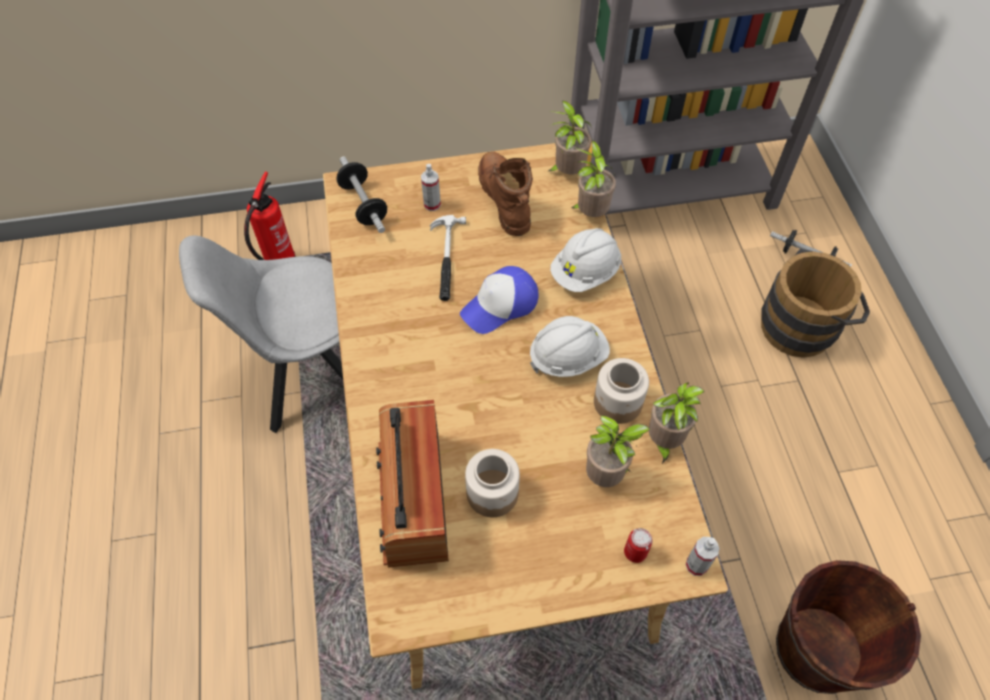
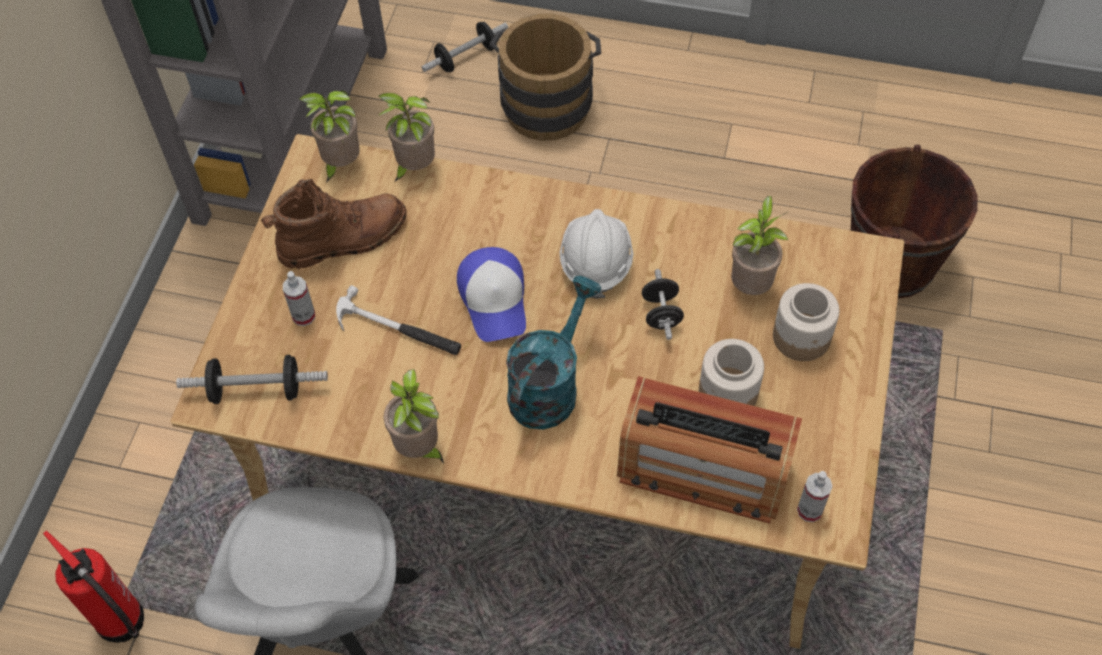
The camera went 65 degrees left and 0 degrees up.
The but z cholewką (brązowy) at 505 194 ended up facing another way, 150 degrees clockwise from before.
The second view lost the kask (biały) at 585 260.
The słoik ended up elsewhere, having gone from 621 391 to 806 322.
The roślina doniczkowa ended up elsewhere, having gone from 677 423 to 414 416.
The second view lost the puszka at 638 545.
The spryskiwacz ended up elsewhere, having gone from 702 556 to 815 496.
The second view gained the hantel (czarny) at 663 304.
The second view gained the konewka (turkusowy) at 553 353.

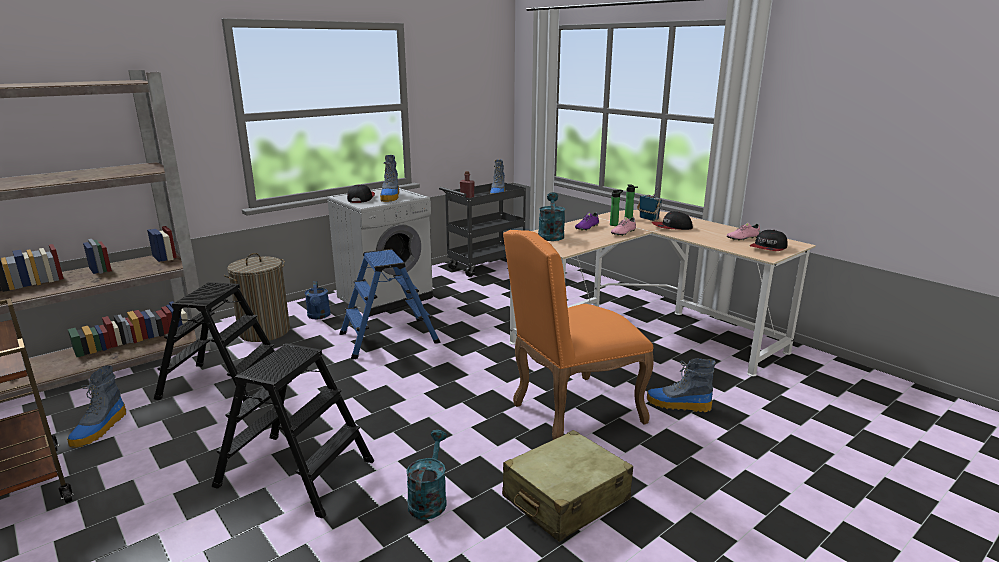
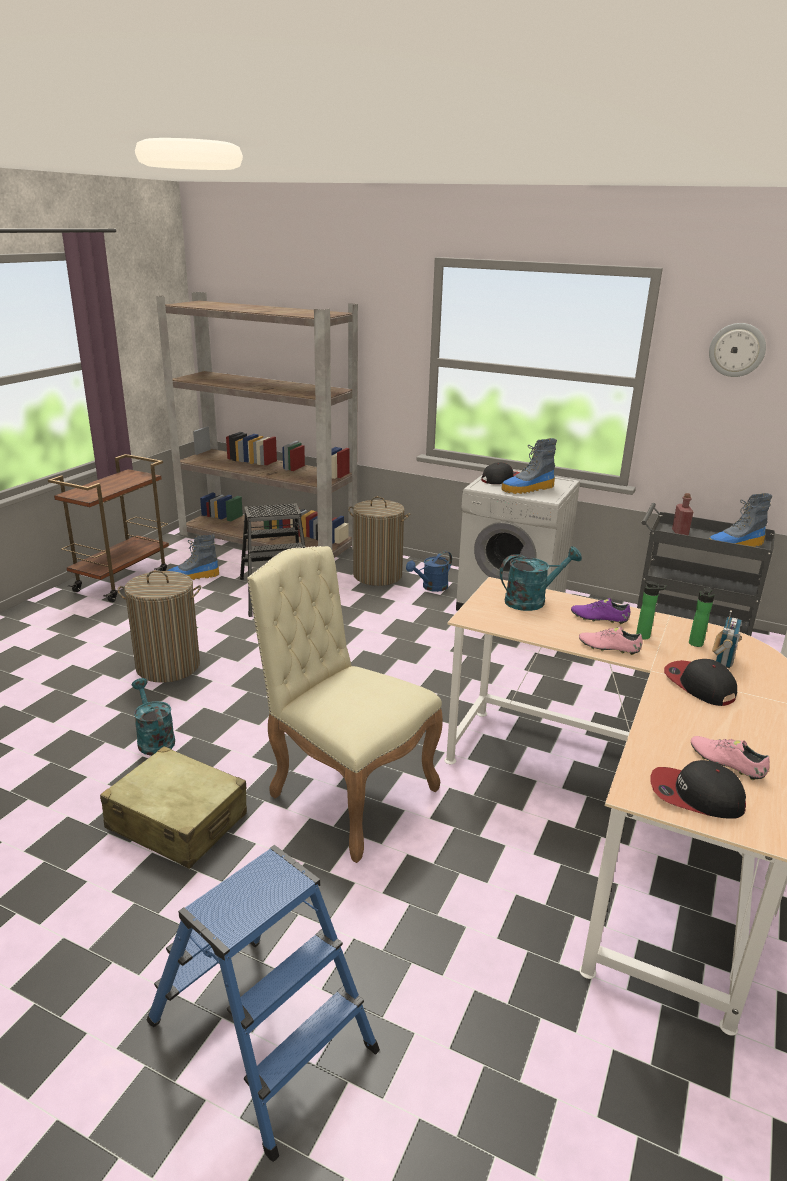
The camera went 65 degrees right and 5 degrees up.
What was the krzesło (pomarańczowy) at 578 335 turned into the krzesło (beżowy) at 345 704.
The drabinka (niebieski) ended up elsewhere, having gone from 390 304 to 263 1003.
Where the drabinka (czarny) stood at 293 430, the kosz na pranie came to stand at 159 626.
The second view lost the but z cholewką at 681 385.
The konewka (turkusowy) at 426 475 ended up facing another way, 105 degrees counterclockwise from before.
The second view gained the zegar ścienny at 737 350.

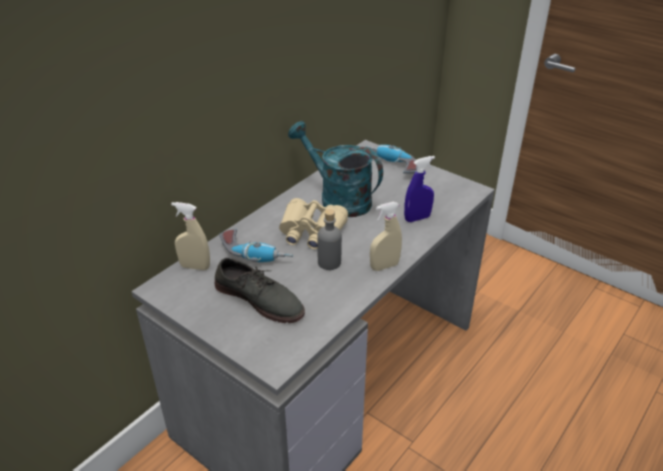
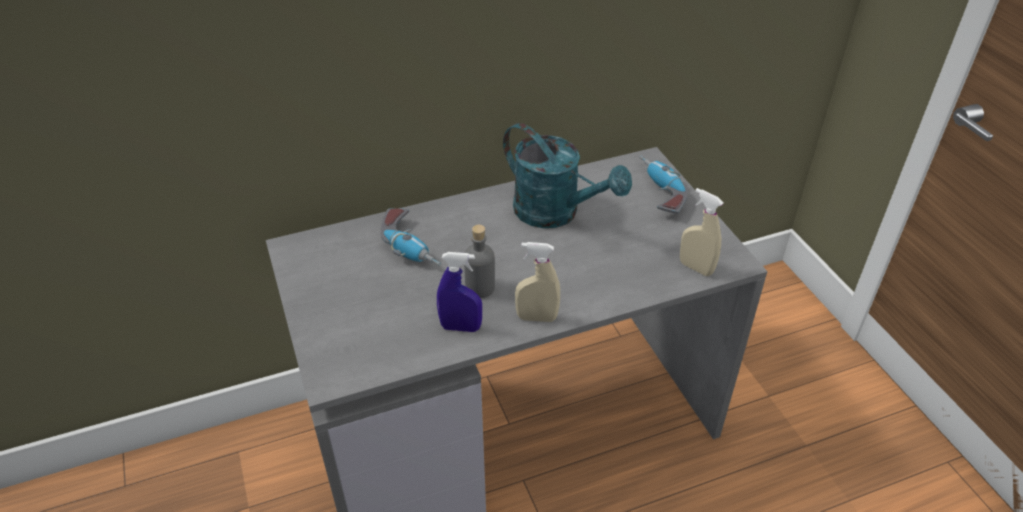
The camera went 30 degrees right and 5 degrees up.
The konewka (turkusowy) at 335 169 ended up facing another way, 150 degrees clockwise from before.
The spryskiwacz (niebieski) ended up elsewhere, having gone from 419 189 to 459 292.
The second view lost the lornetka (beżowy) at 313 223.
The spryskiwacz (beżowy) ended up elsewhere, having gone from 190 236 to 701 232.
The second view lost the but (szary) at 260 290.

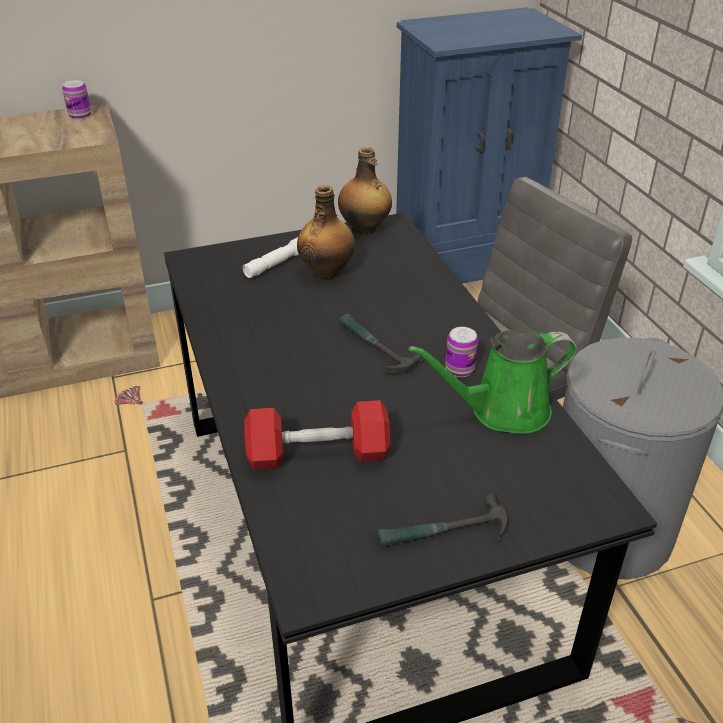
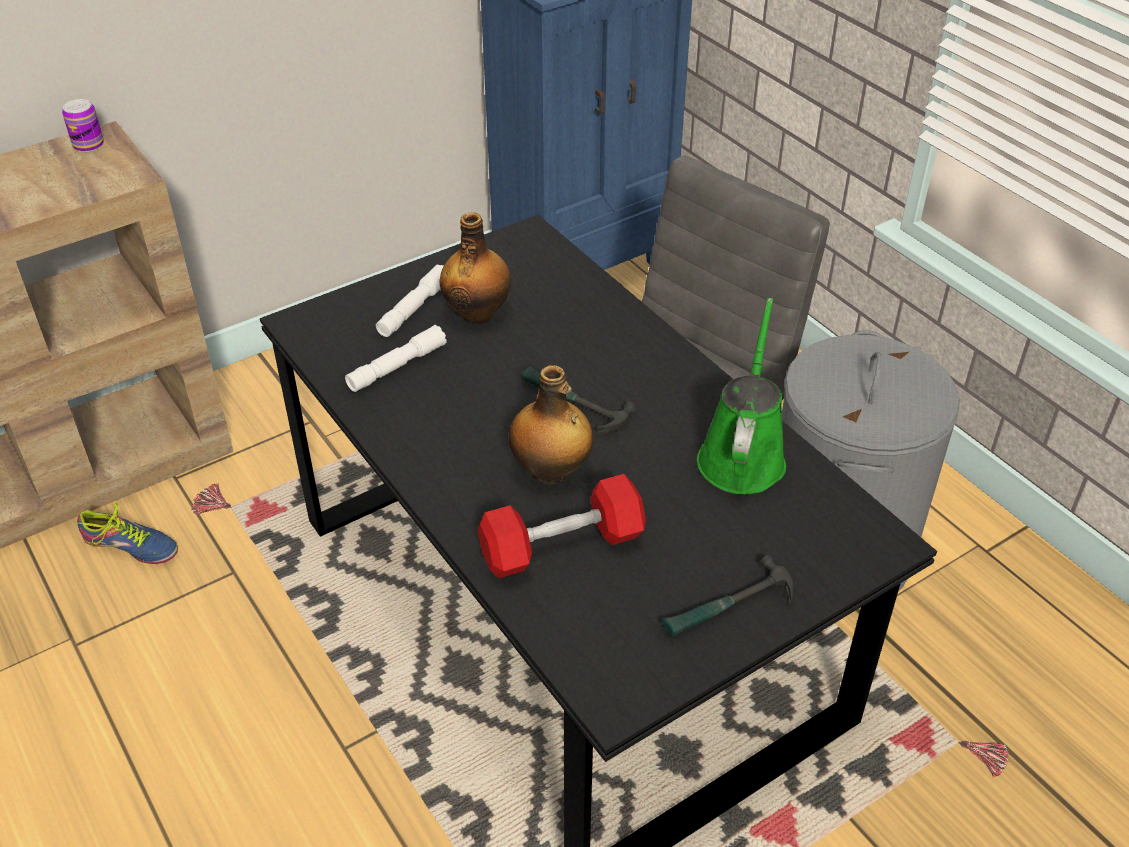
The camera went 15 degrees left and 5 degrees up.
The butelka ended up elsewhere, having gone from 365 191 to 551 424.
The second view lost the puszka at 461 352.
The konewka (zielony) at 492 381 ended up facing another way, 135 degrees clockwise from before.
The second view gained the latarka (biały) at 396 358.
The second view gained the but at 126 533.

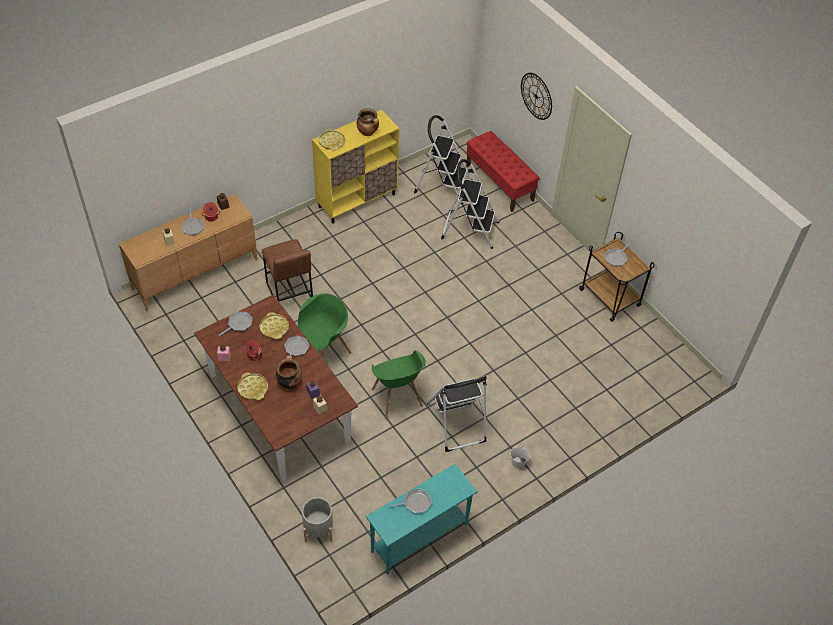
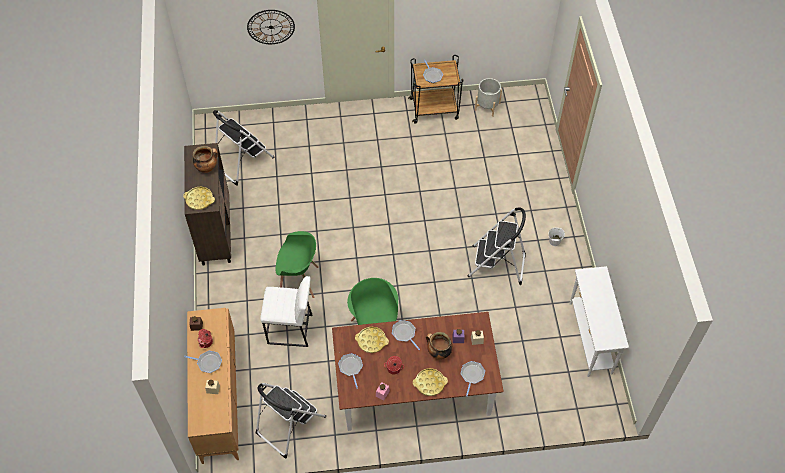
The camera went 60 degrees left and 5 degrees up.
What was the szafka (żółty) at 355 167 turned into the szafka (brązowy) at 207 204.
The second view lost the ławka (czerwony) at 503 171.
The drabinka ended up elsewhere, having gone from 470 204 to 291 421.
What was the krzesło (brązowy) at 287 270 turned into the krzesło (biały) at 286 311.
The krzesło (zielony) ended up elsewhere, having gone from 399 384 to 297 264.
What was the stolik konsolowy (turkusowy) at 422 519 turned into the stolik konsolowy (biały) at 599 321.
The patelnia ended up elsewhere, having gone from 410 501 to 473 379.
The donica (szary) ended up elsewhere, having gone from 317 520 to 488 97.

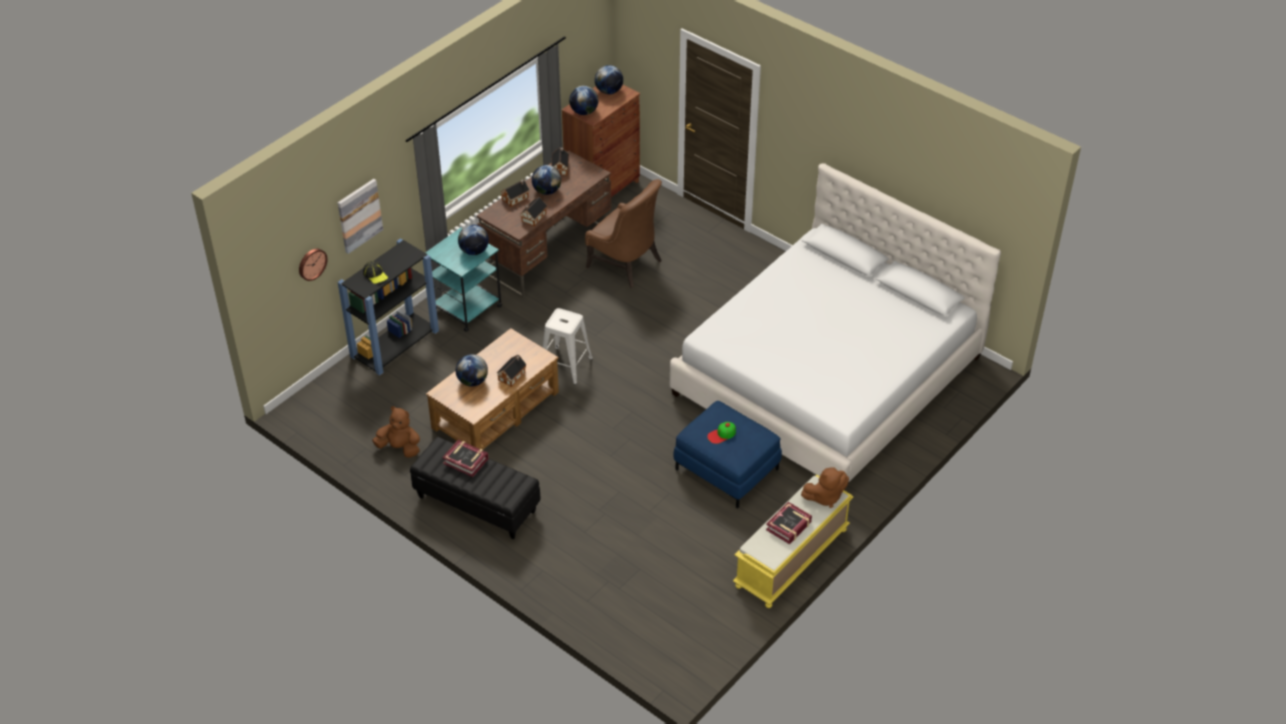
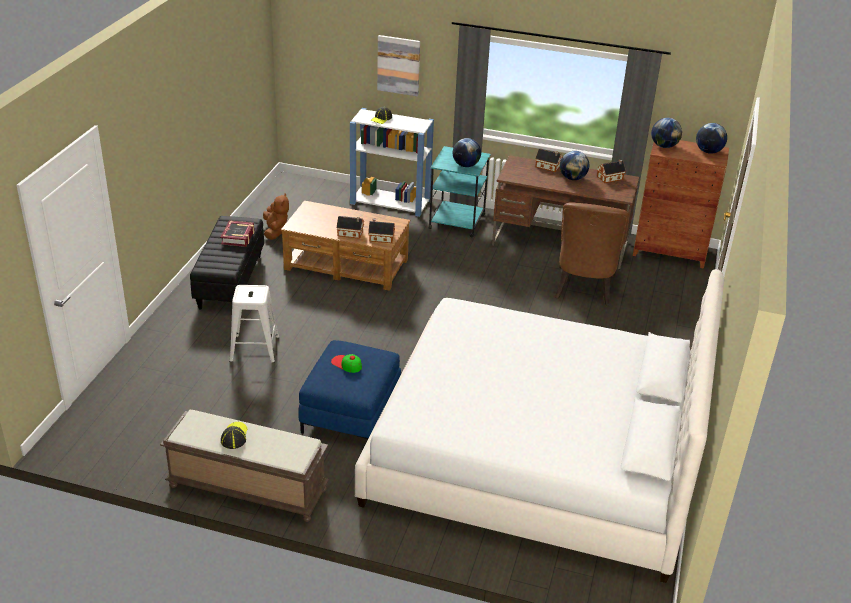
The camera went 65 degrees right and 10 degrees down.
The domek ended up elsewhere, having gone from 533 211 to 381 230.
What was the regał (czarny) at 388 307 turned into the regał (biały) at 392 162.
The second view lost the zegar ścienny at 313 265.
The stołek (biały) ended up elsewhere, having gone from 568 346 to 254 324.
The second view lost the globus at 472 370.
The second view lost the pluszak (brązowy) at 825 487.
What was the ławka (żółty) at 793 541 turned into the ławka (brązowy) at 244 466.
Where the książka stood at 789 523, the czapka z daszkiem came to stand at 234 435.

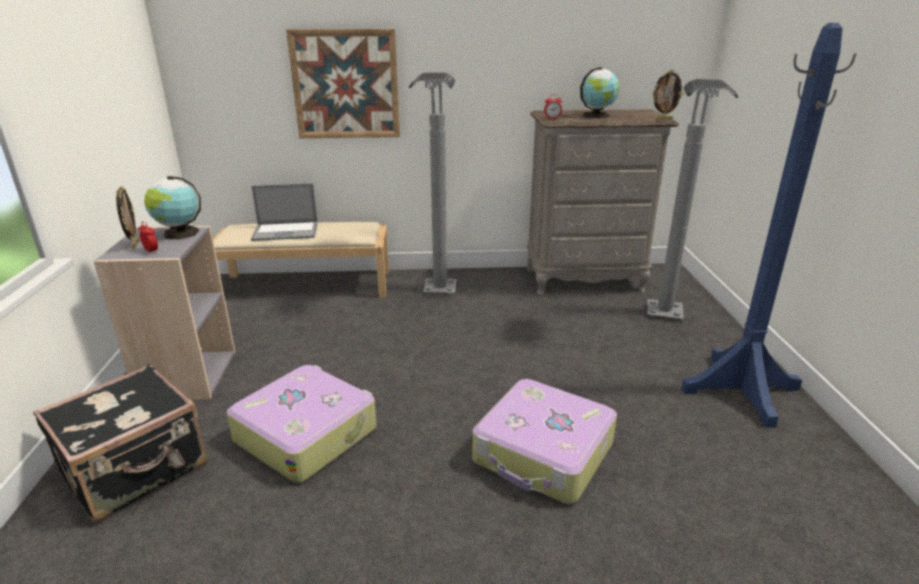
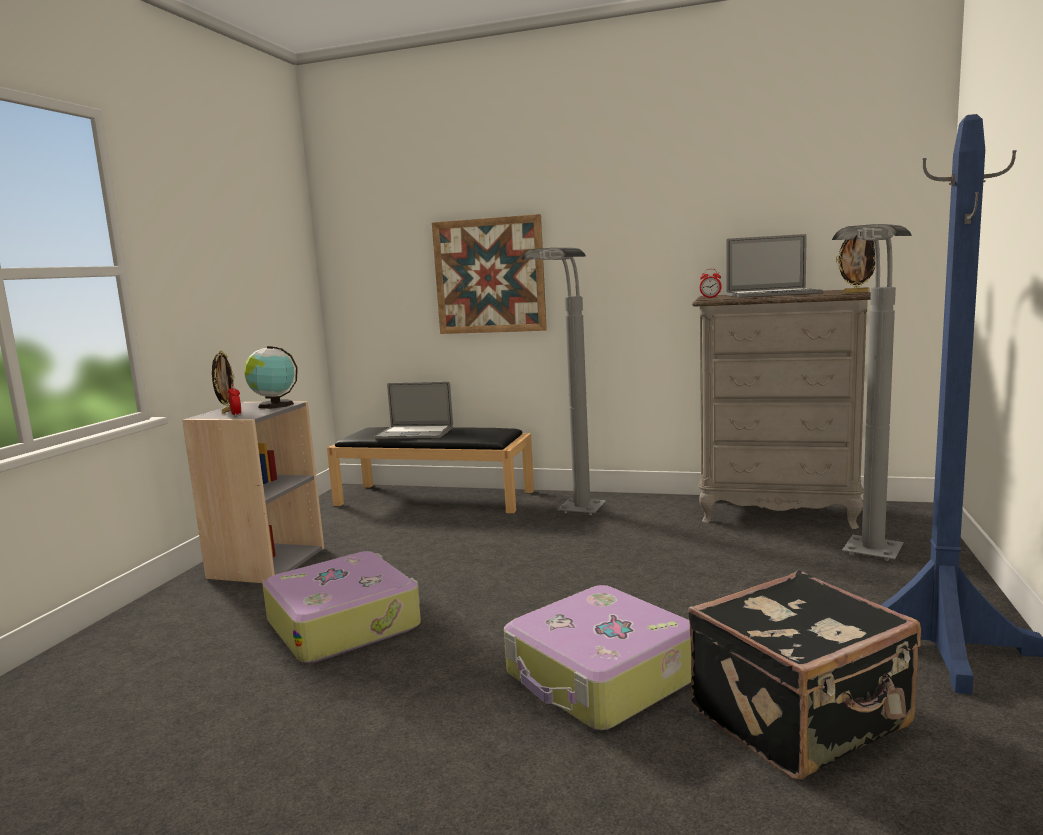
The camera went 20 degrees right and 15 degrees down.
Where the globus stood at 600 92, the laptop came to stand at 774 266.
What was the ławka (beżowy) at 301 260 turned into the ławka (czarny) at 430 470.
The walizka (czarny) ended up elsewhere, having gone from 120 443 to 804 674.

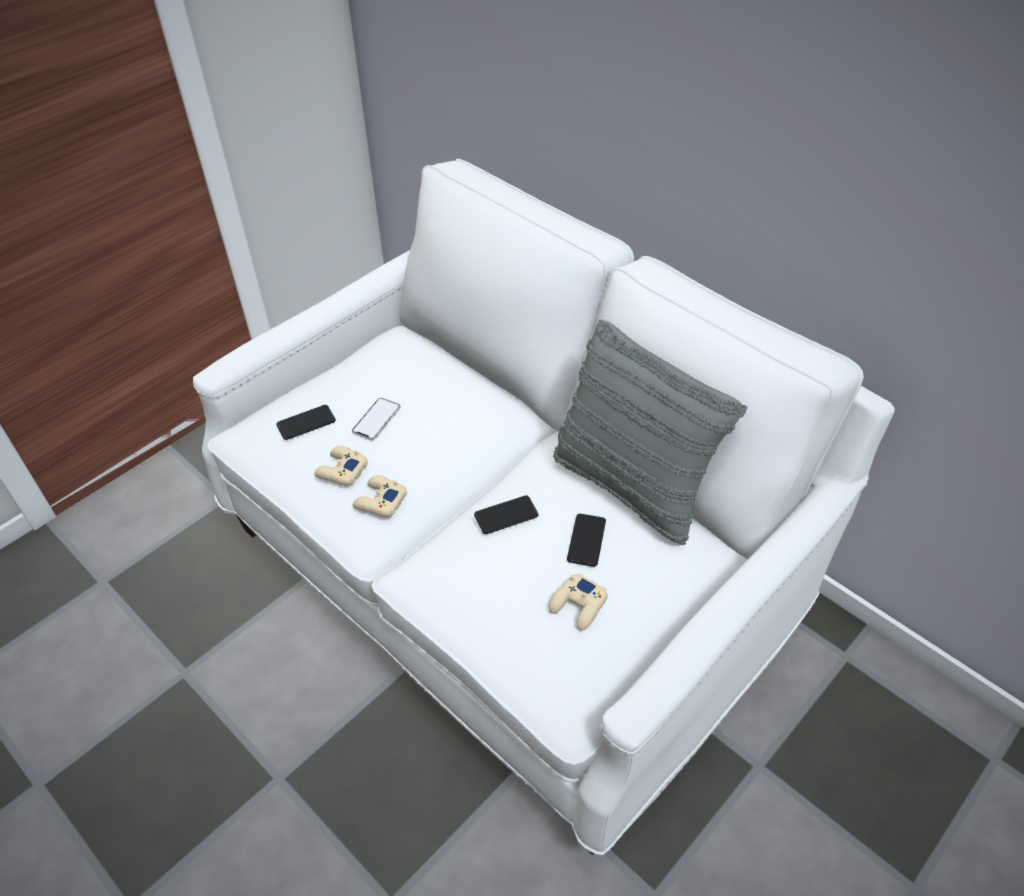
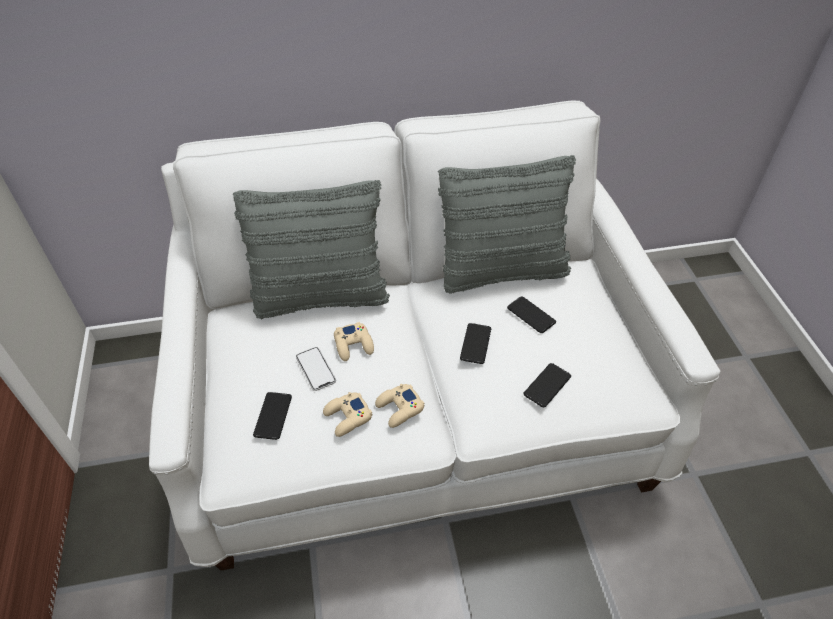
The camera went 55 degrees left and 0 degrees up.
The pad do gier (beżowy) ended up elsewhere, having gone from 578 601 to 354 341.
The second view gained the poduszka (szary) at 311 250.
The second view gained the telefon at 547 385.

